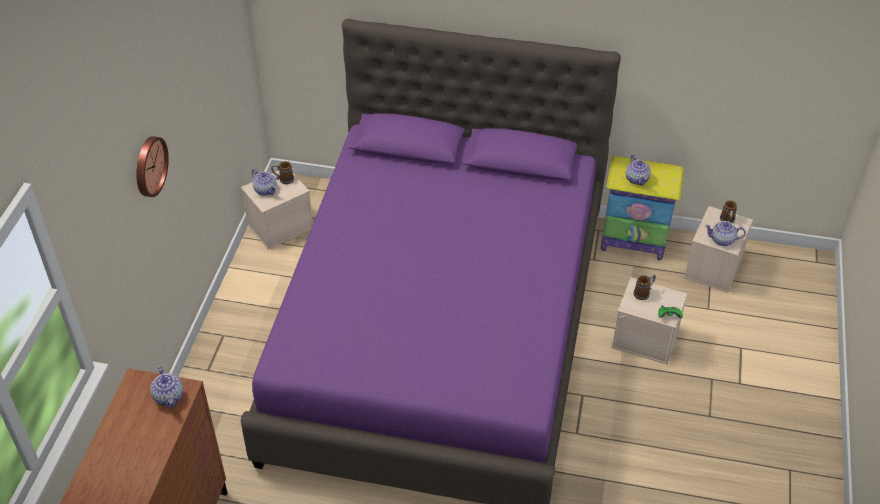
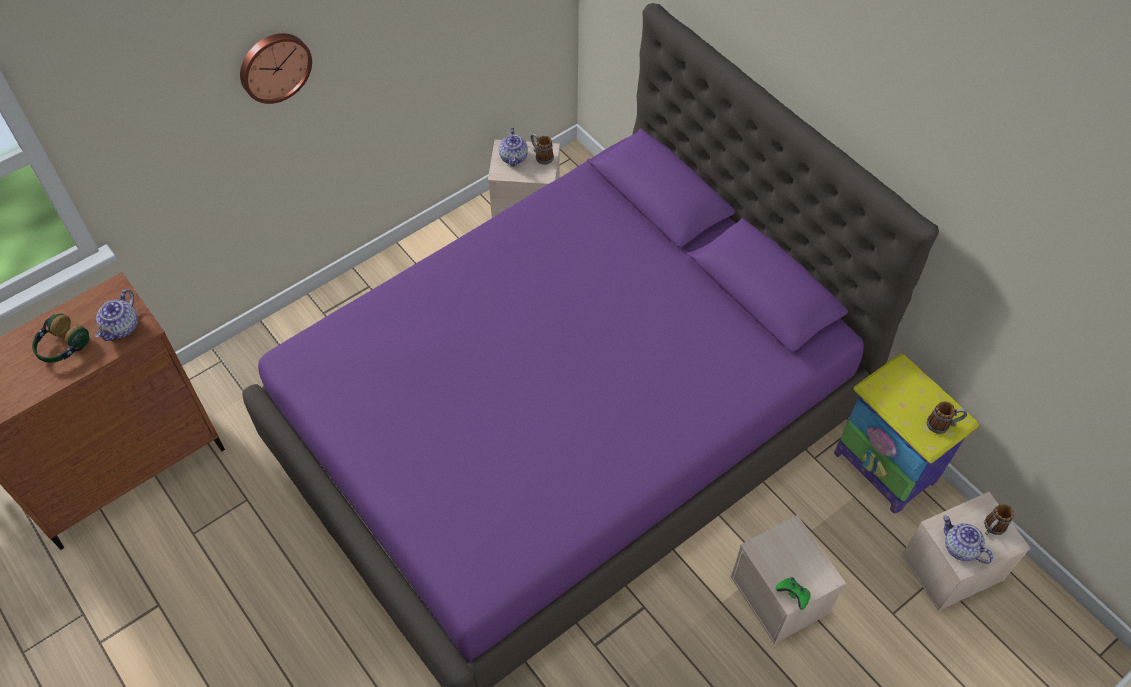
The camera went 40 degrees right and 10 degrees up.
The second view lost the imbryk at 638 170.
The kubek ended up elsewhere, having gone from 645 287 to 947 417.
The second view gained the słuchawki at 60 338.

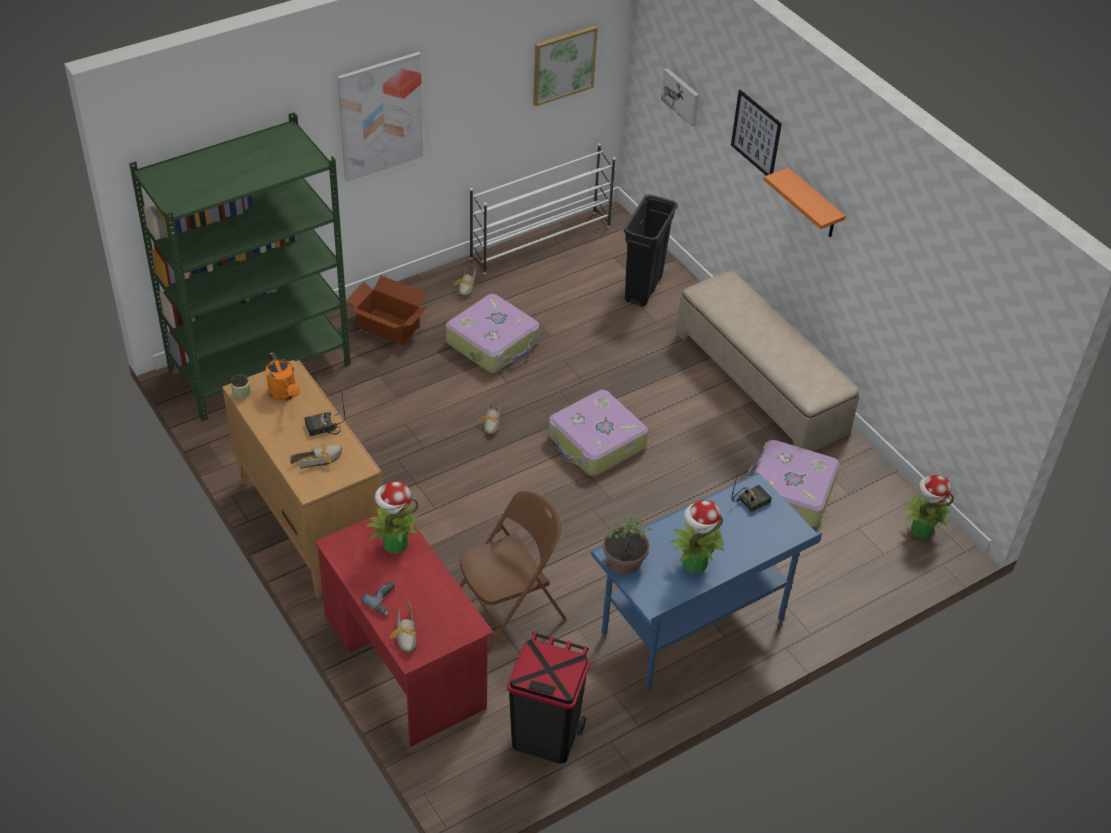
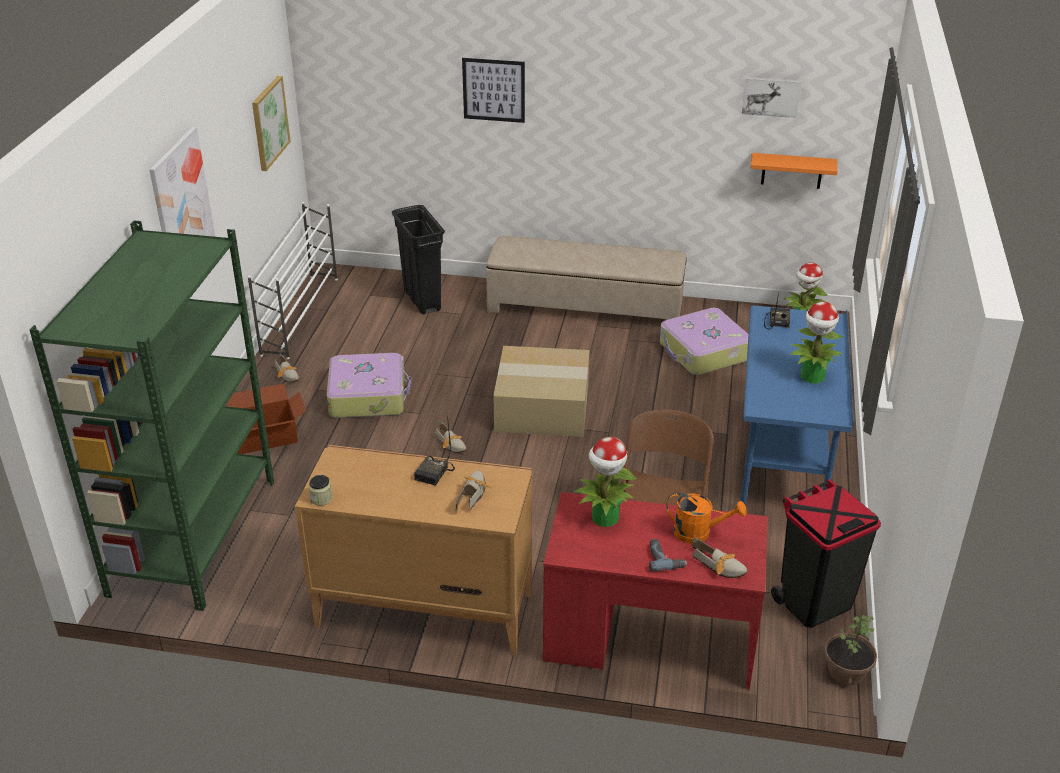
The camera went 45 degrees left and 10 degrees down.
The obraz ended up elsewhere, having gone from 680 97 to 771 97.
The półka (pomarańczowy) ended up elsewhere, having gone from 805 202 to 794 171.
The konewka (pomarańczowy) ended up elsewhere, having gone from 283 376 to 706 518.
Where the walizka stood at 598 433, the karton came to stand at 541 391.
The roślina doniczkowa ended up elsewhere, having gone from 627 544 to 850 650.

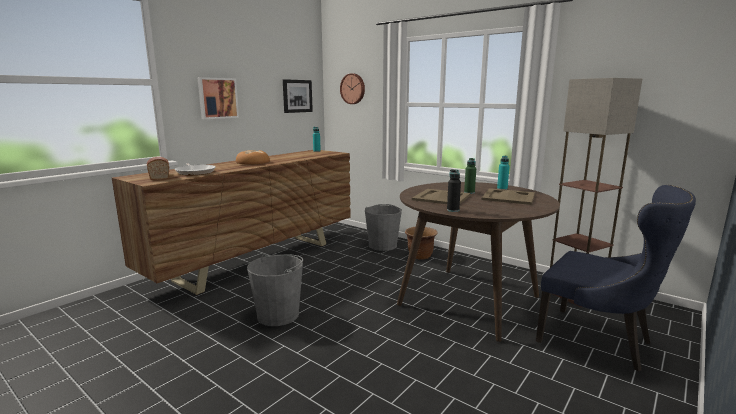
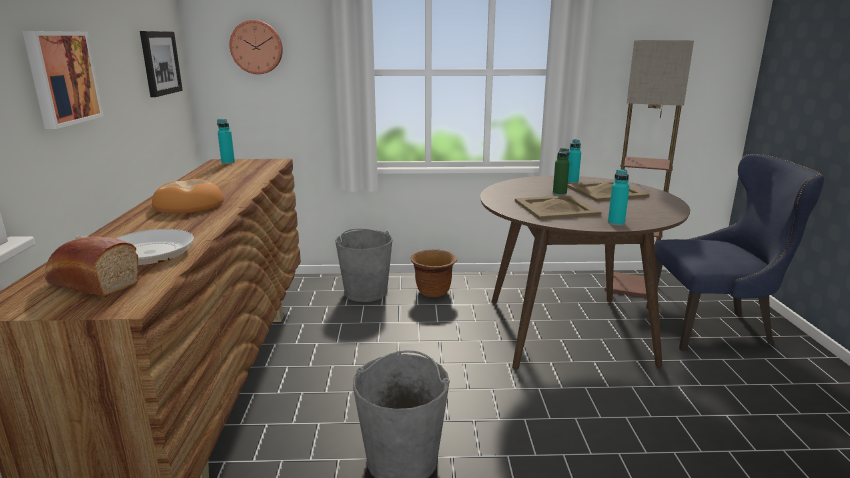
The camera went 40 degrees left and 5 degrees up.
What was the butelka (czarny) at 454 190 turned into the butelka (turkusowy) at 619 197.

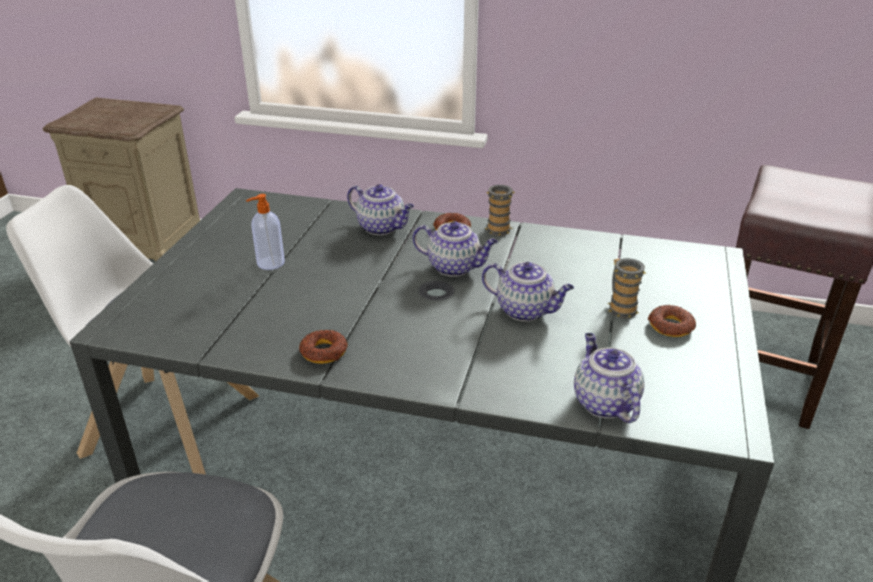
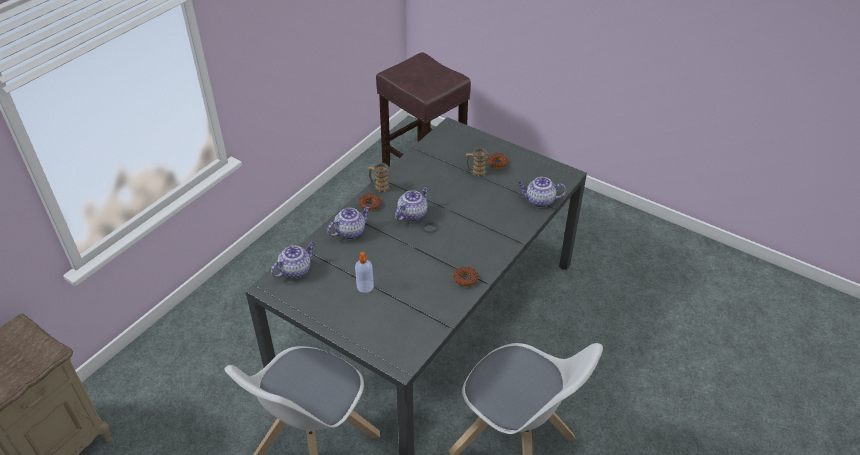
The camera went 70 degrees left and 10 degrees up.
The imbryk ended up elsewhere, having gone from 528 291 to 293 260.

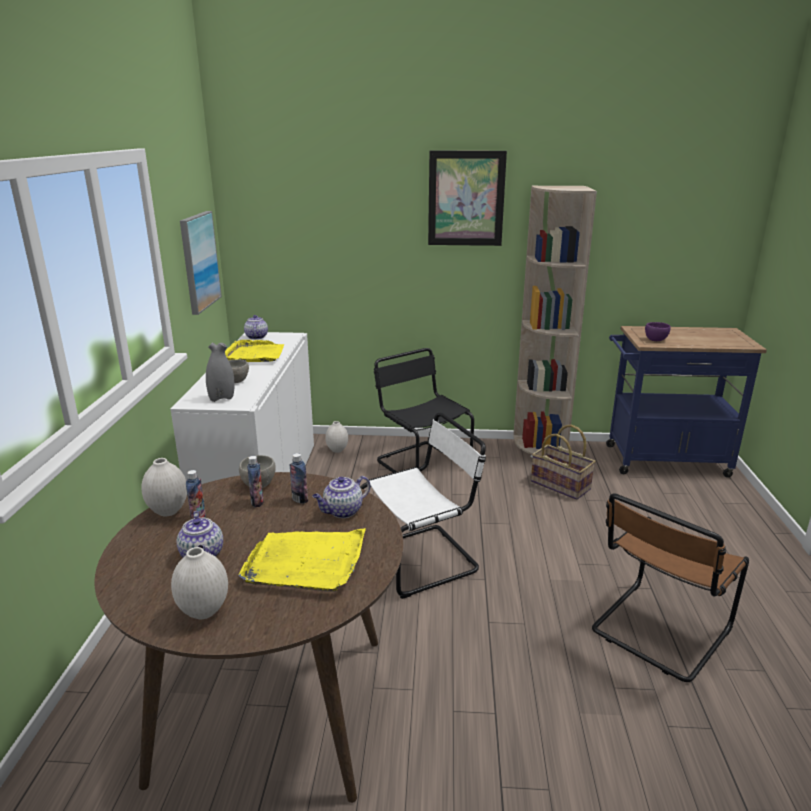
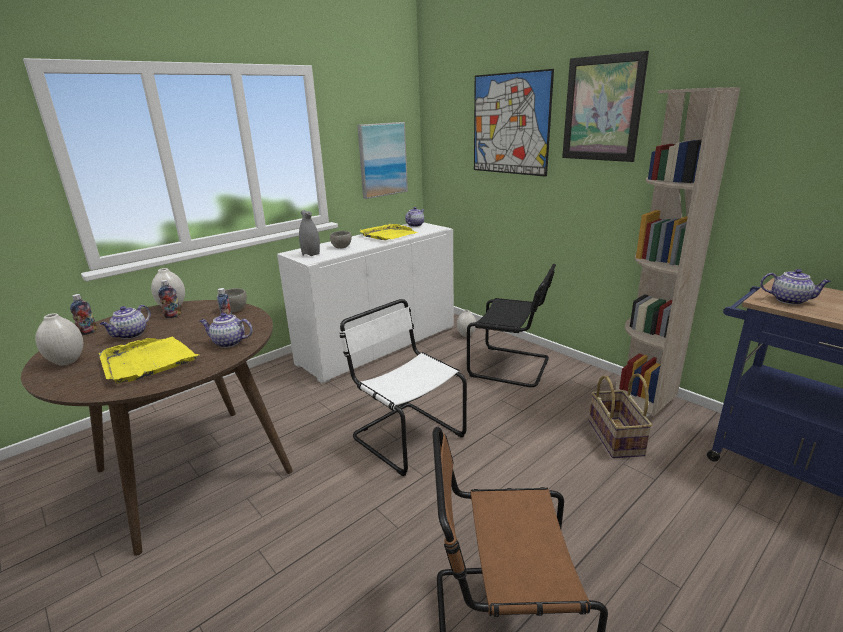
The camera went 45 degrees right and 0 degrees up.
Where the miska (fioletowy) stood at 658 331, the imbryk came to stand at 795 287.
The krzesło (czarny) at 424 410 ended up facing another way, 105 degrees clockwise from before.
The krzesło (biały) at 423 505 ended up facing another way, 150 degrees counterclockwise from before.
The butelka ended up elsewhere, having gone from 255 481 to 83 314.
The second view gained the obraz at 514 123.

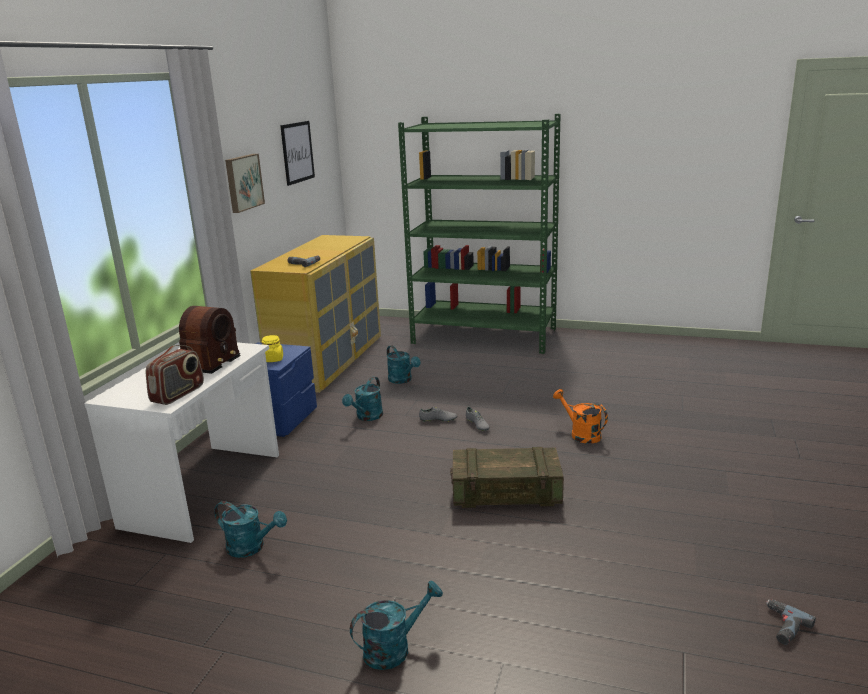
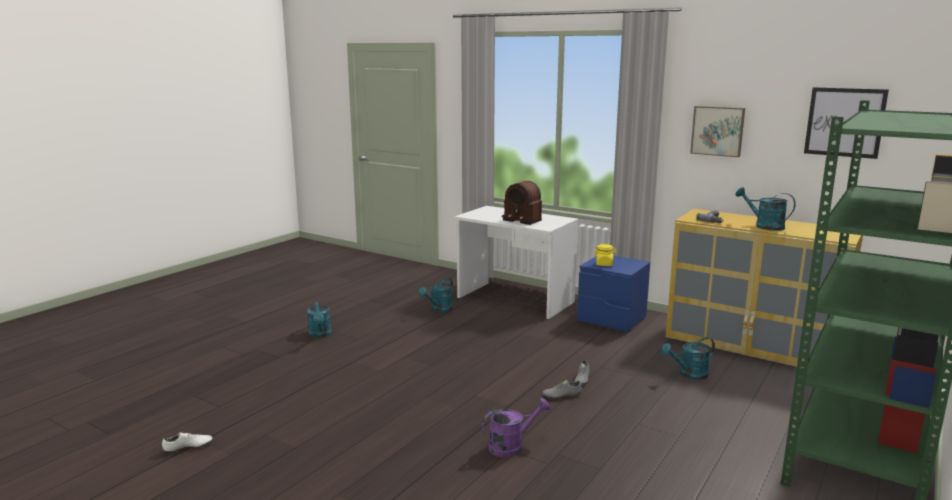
The camera went 105 degrees right and 5 degrees down.
The second view lost the radio at 175 375.
The konewka (turkusowy) ended up elsewhere, having gone from 362 399 to 765 209.
What was the konewka (pomarańczowy) at 580 416 turned into the konewka (fioletowy) at 516 427.
The second view lost the skrzynka at 507 477.
Where the wiertarka stood at 791 622, the but (biały) came to stand at 187 443.

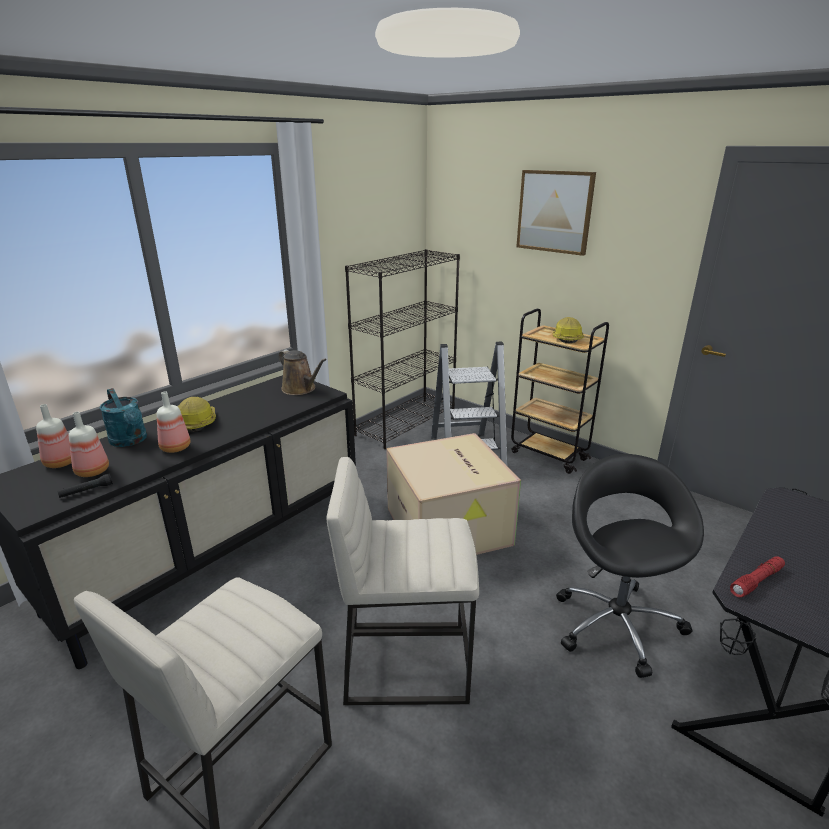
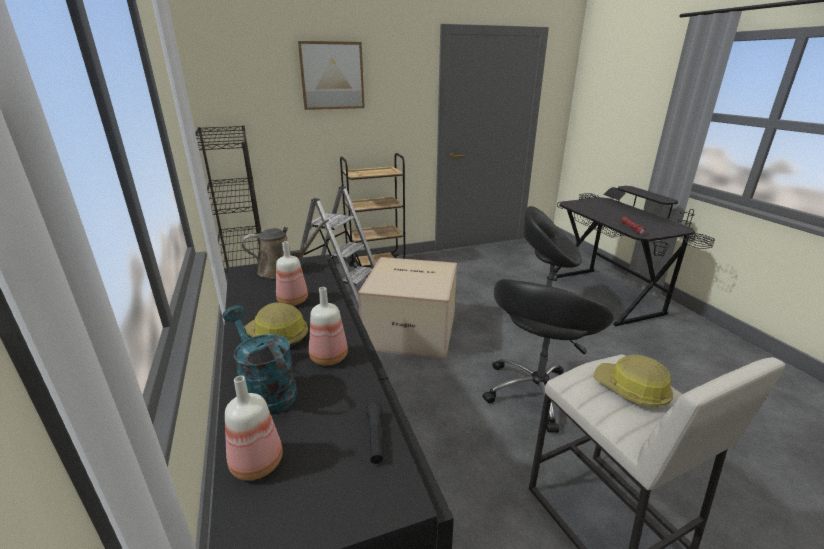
The camera went 60 degrees left and 0 degrees up.
The kask ended up elsewhere, having gone from 568 330 to 633 381.
The konewka (turkusowy) at 123 417 ended up facing another way, 120 degrees counterclockwise from before.
The butelka ended up elsewhere, having gone from 89 444 to 292 273.
Where the stołek (beżowy) stood at 403 581, the krzesło biurowe (czarny) came to stand at 548 356.

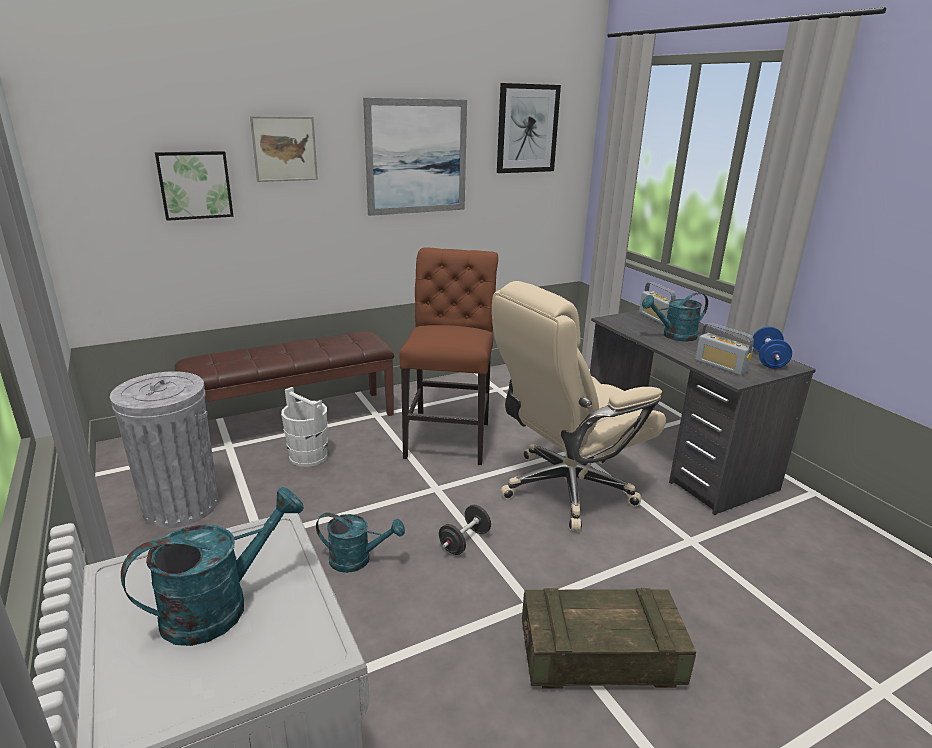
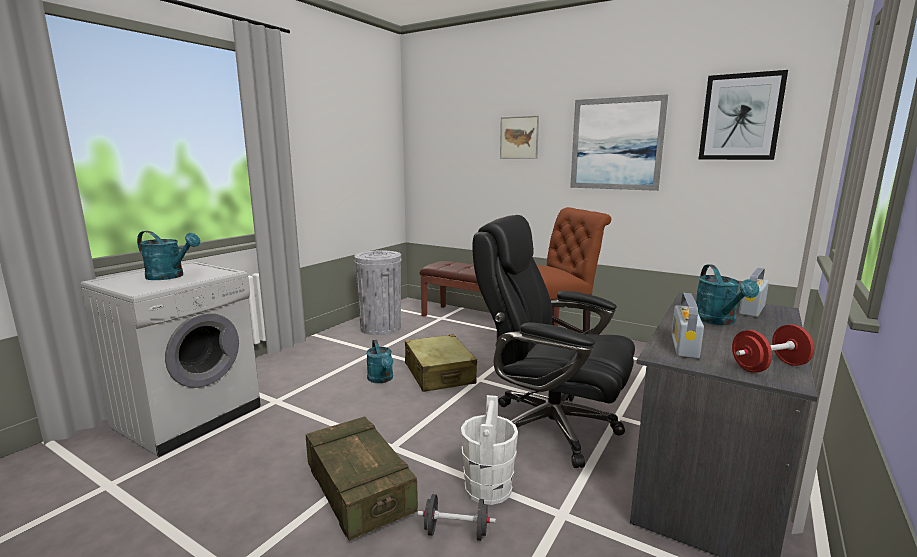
The camera went 60 degrees right and 10 degrees down.
The second view lost the obraz at 194 186.
What was the krzesło biurowe (beżowy) at 579 406 turned into the krzesło biurowe (czarny) at 553 341.
The konewka (turkusowy) at 675 317 ended up facing another way, 135 degrees counterclockwise from before.
What was the hantel (niebieski) at 772 348 turned into the hantel (czerwony) at 773 349.
The wiadro (biały) ended up elsewhere, having gone from 304 427 to 489 450.
The hantel (czarny) ended up elsewhere, having gone from 465 530 to 456 517.
The second view gained the walizka (beżowy) at 441 363.

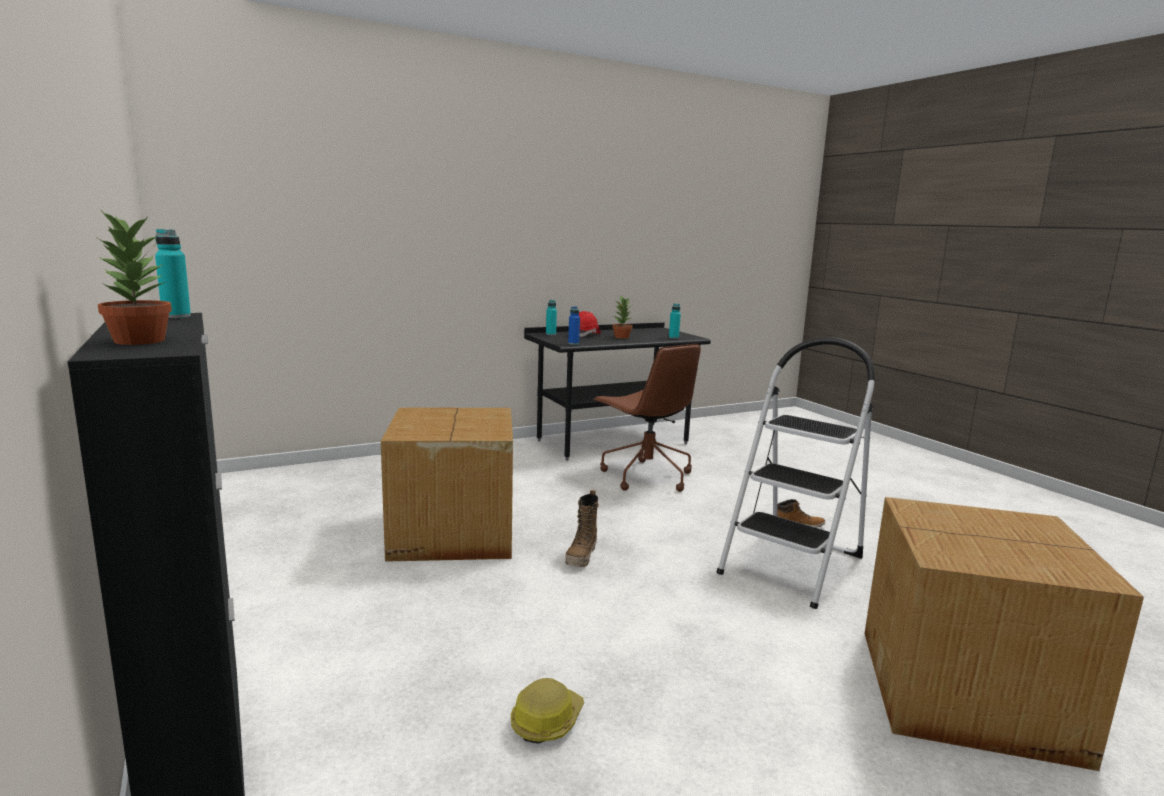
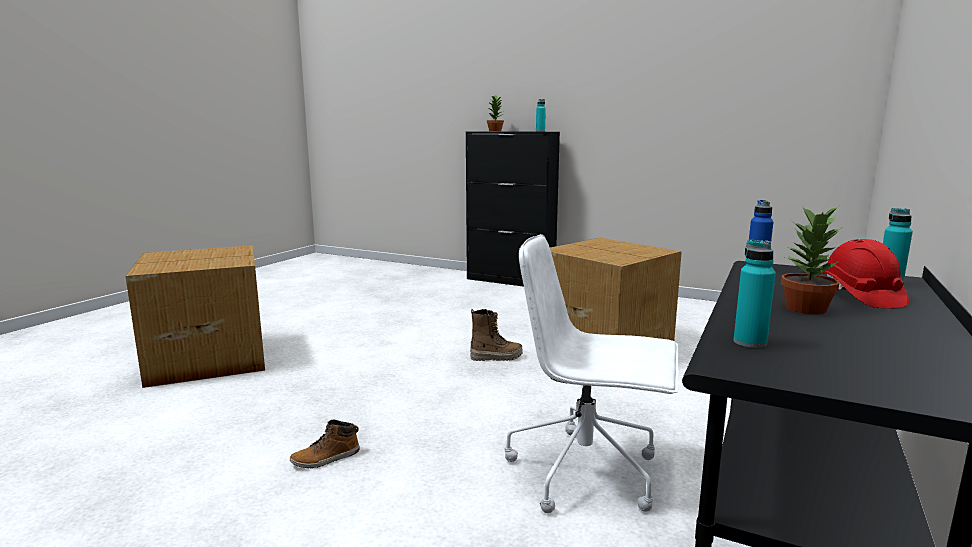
The camera went 145 degrees right and 0 degrees up.
The second view lost the drabinka at 796 473.
What was the krzesło biurowe (brązowy) at 647 418 turned into the krzesło biurowe (biały) at 591 373.
The but z cholewką at 582 528 ended up facing another way, 105 degrees clockwise from before.
The second view lost the kask at 547 711.

